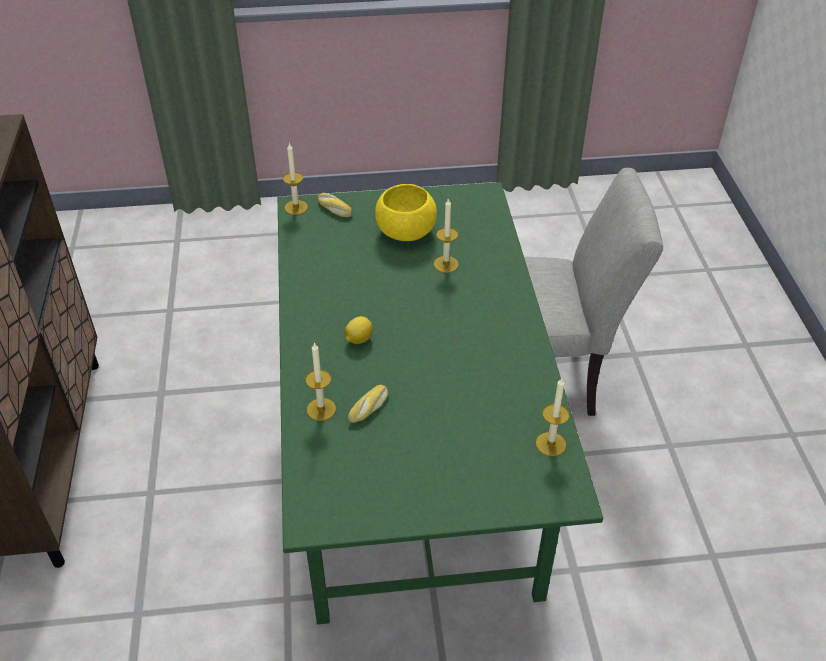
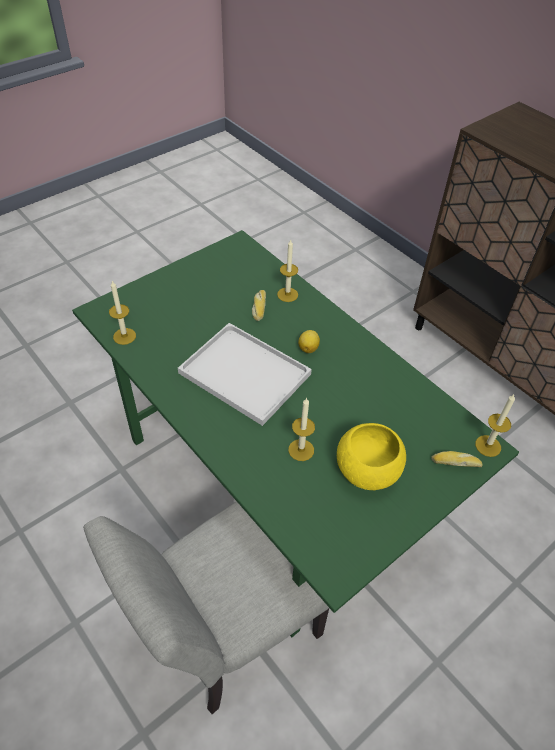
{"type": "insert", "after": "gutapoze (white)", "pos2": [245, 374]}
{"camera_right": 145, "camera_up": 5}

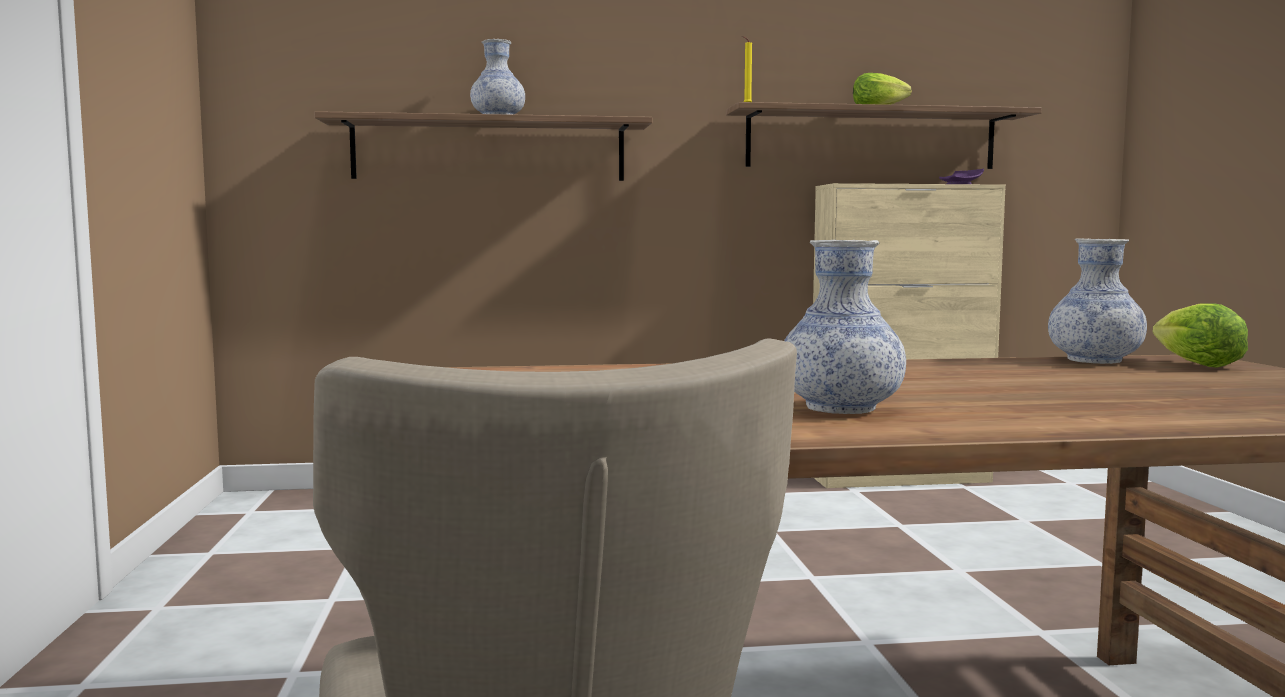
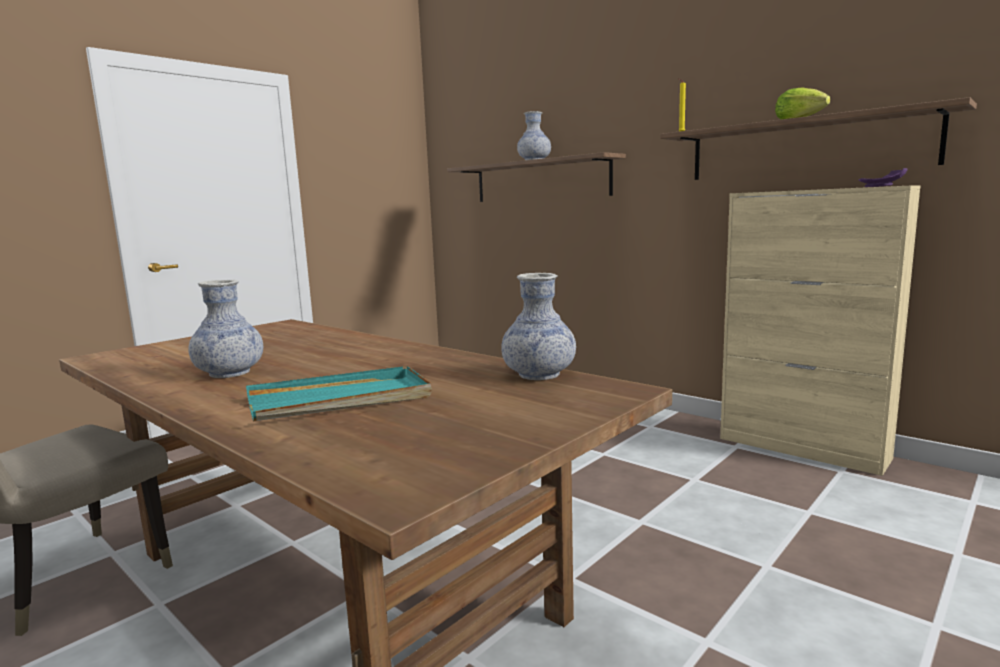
{"type": "delete", "before": "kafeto", "pos1": [1200, 335]}
{"type": "insert", "after": "gutapoze (turquoise)", "pos2": [339, 393]}
{"camera_right": 50, "camera_up": 5}

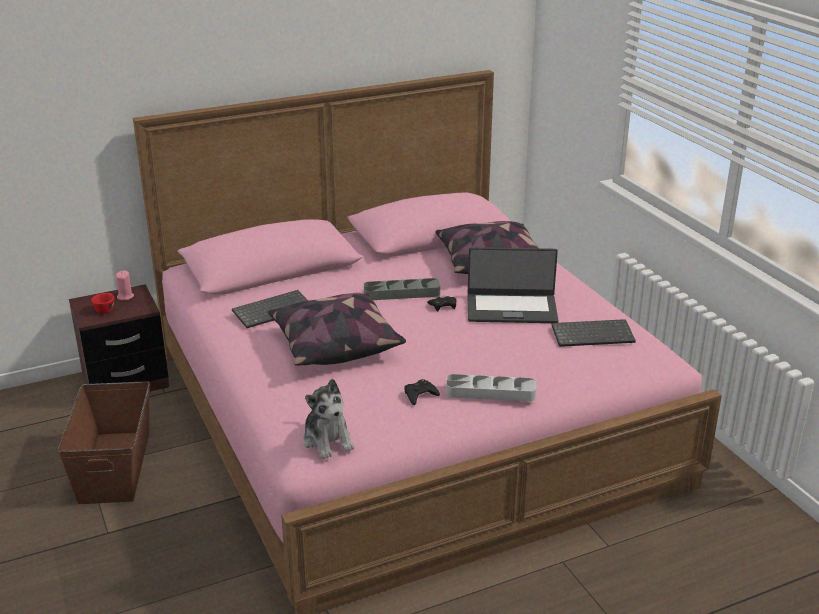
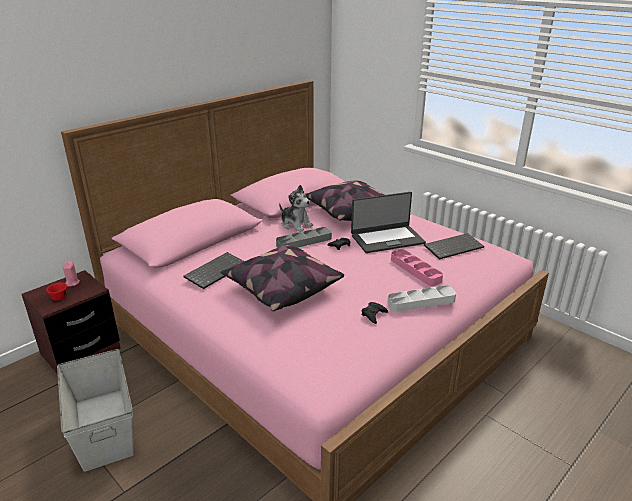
{"type": "move", "before": "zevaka", "pos1": [329, 419], "pos2": [296, 208]}
{"type": "recolor", "before": "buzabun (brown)", "after": "buzabun (grey)", "pos1": [104, 442], "pos2": [95, 410]}
{"type": "insert", "after": "gutapoze (pink)", "pos2": [417, 267]}
{"camera_right": -20, "camera_up": 0}

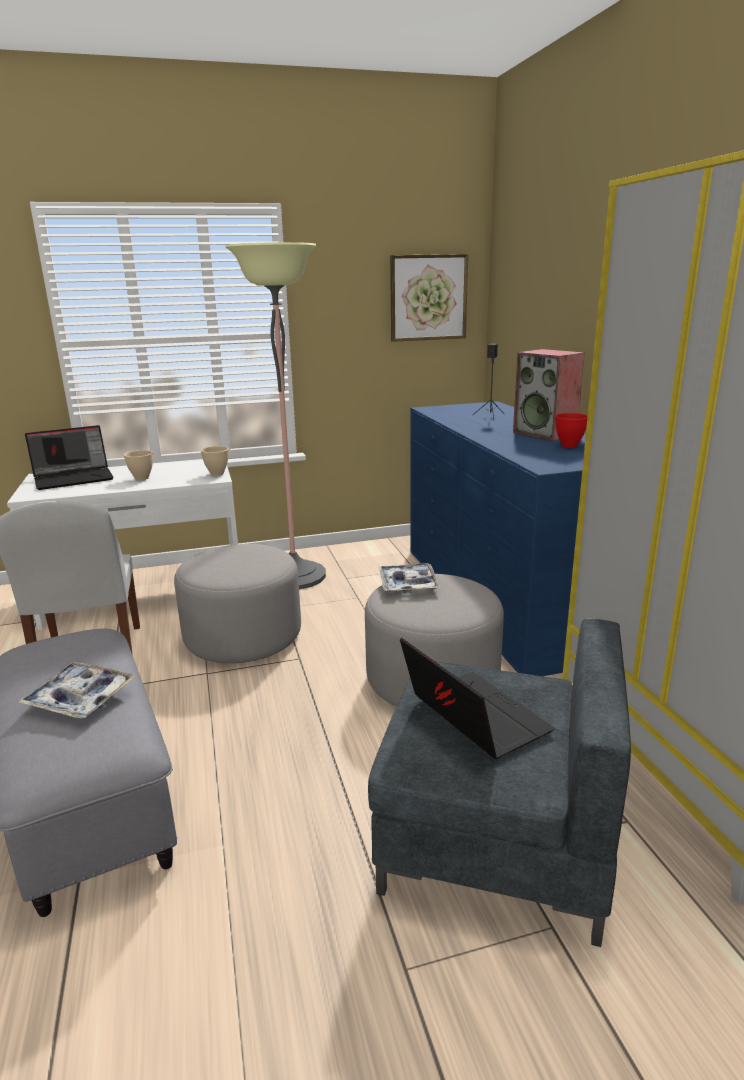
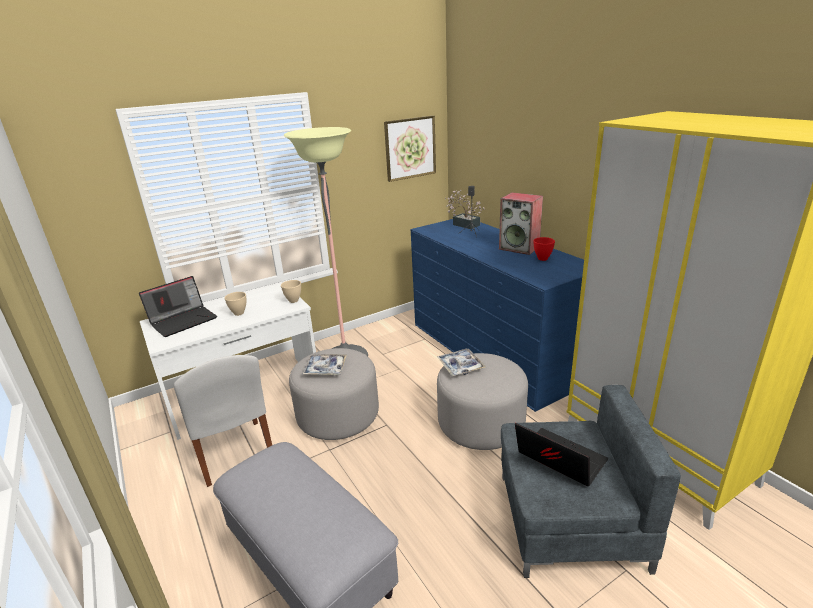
{"type": "move", "before": "gutapoze", "pos1": [77, 690], "pos2": [324, 364]}
{"type": "insert", "after": "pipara", "pos2": [465, 209]}
{"camera_right": -15, "camera_up": 5}

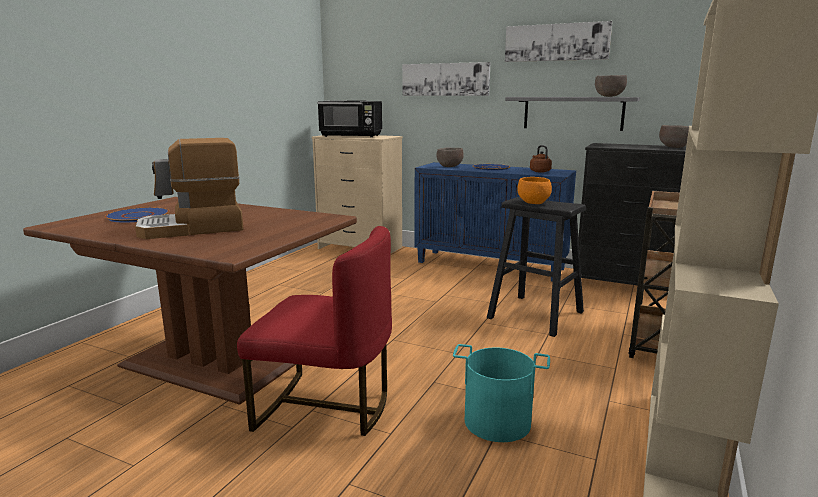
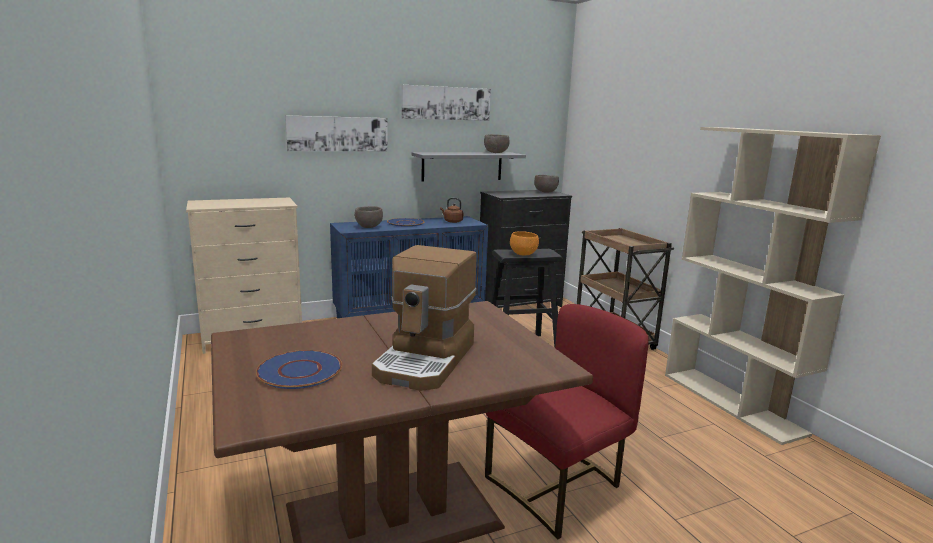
{"type": "delete", "before": "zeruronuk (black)", "pos1": [349, 119]}
{"type": "delete", "before": "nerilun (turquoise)", "pos1": [501, 393]}
{"camera_right": -50, "camera_up": 0}

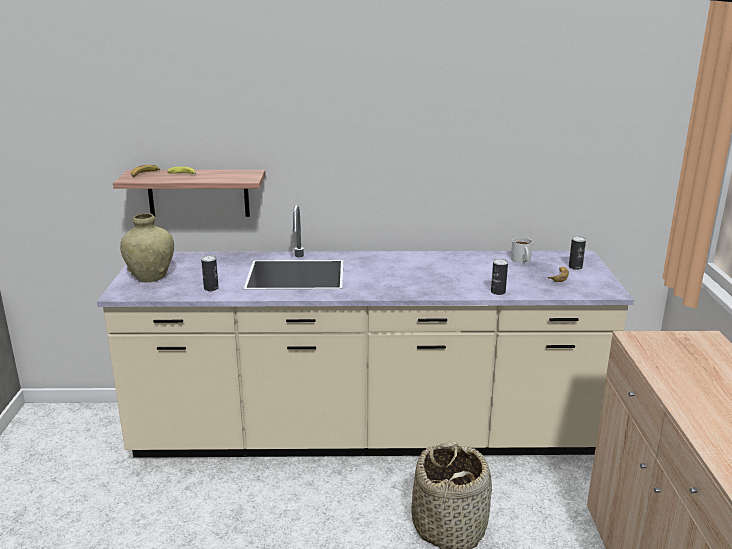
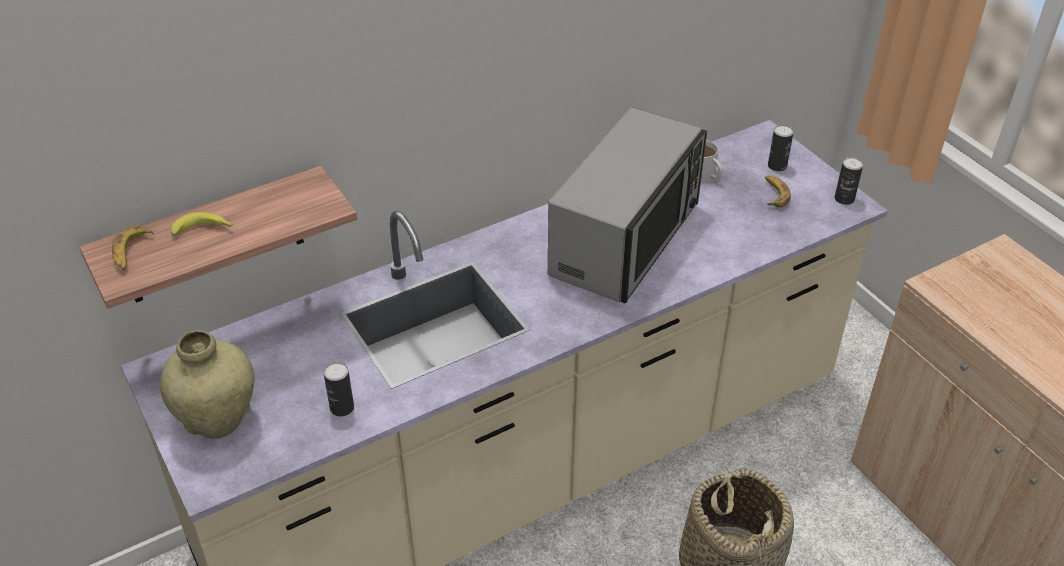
{"type": "move", "before": "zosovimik", "pos1": [499, 277], "pos2": [849, 181]}
{"type": "insert", "after": "zeruronuk", "pos2": [627, 205]}
{"camera_right": -30, "camera_up": 20}

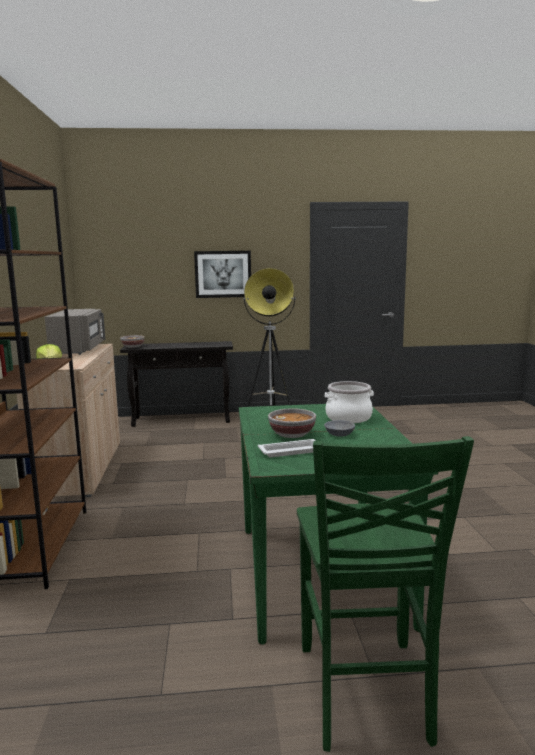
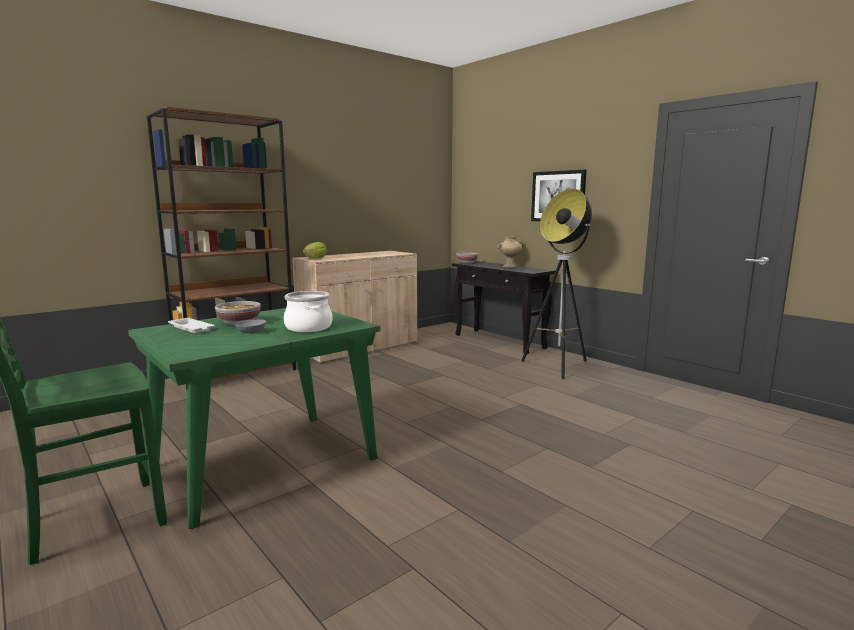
{"type": "delete", "before": "zeruronuk (grey)", "pos1": [75, 332]}
{"type": "insert", "after": "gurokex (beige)", "pos2": [510, 251]}
{"camera_right": 55, "camera_up": 0}

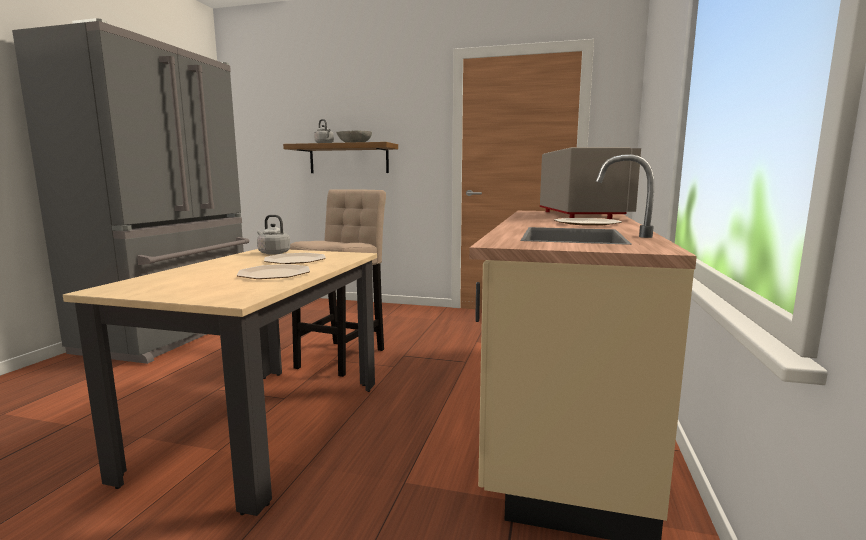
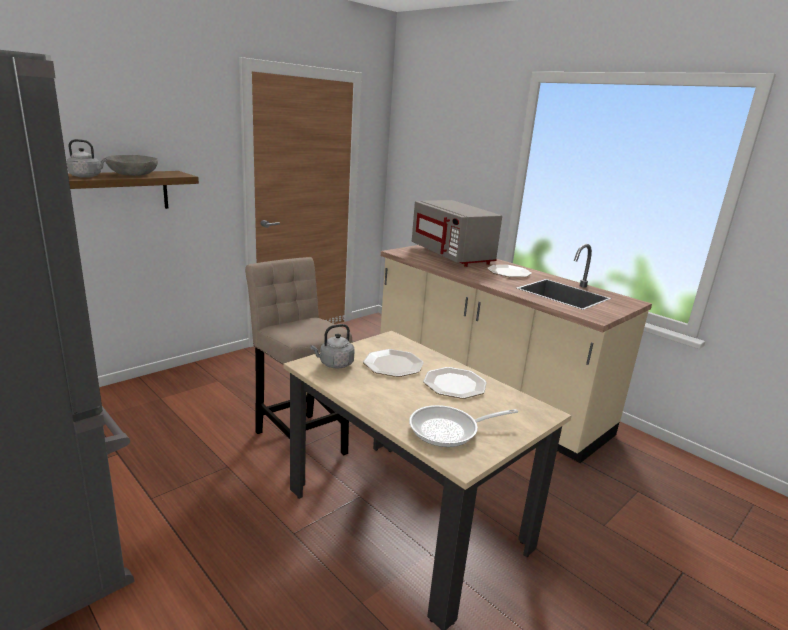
{"type": "rotate", "before": "zeruronuk (grey)", "pos1": [590, 183], "pos2": [457, 233], "turn": -150}
{"type": "insert", "after": "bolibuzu", "pos2": [463, 426]}
{"camera_right": -60, "camera_up": 10}

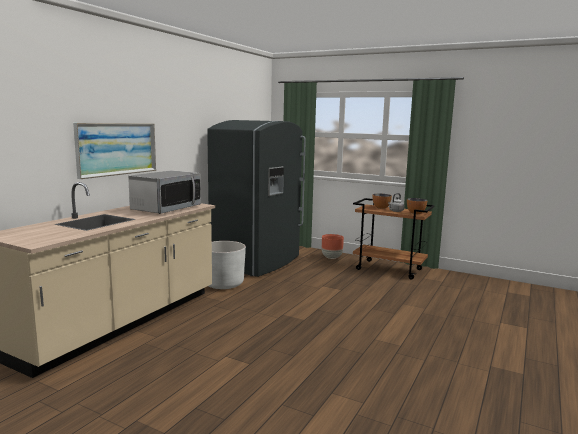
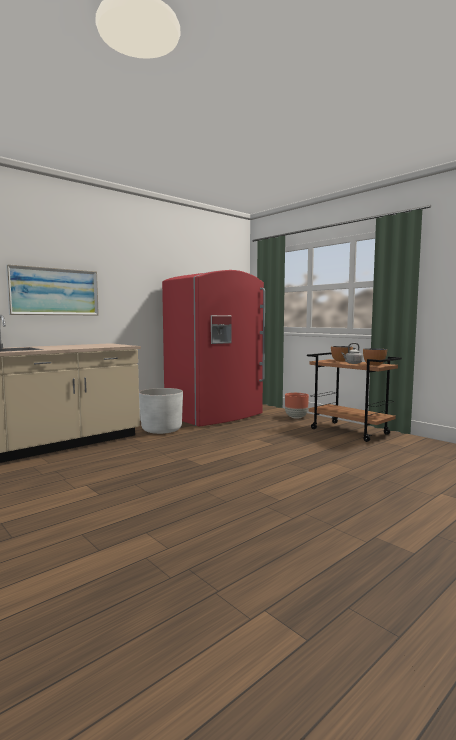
{"type": "recolor", "before": "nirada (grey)", "after": "nirada (red)", "pos1": [256, 198], "pos2": [213, 348]}
{"type": "delete", "before": "zeruronuk", "pos1": [164, 192]}
{"camera_right": 20, "camera_up": -5}

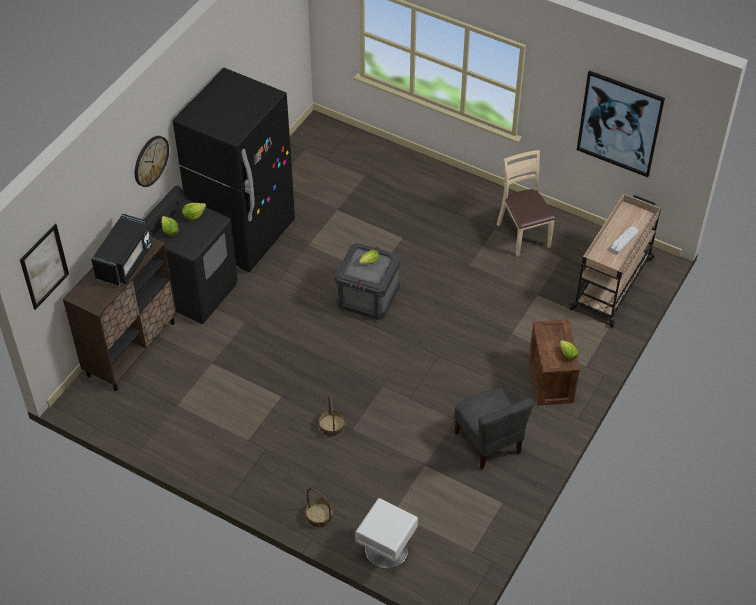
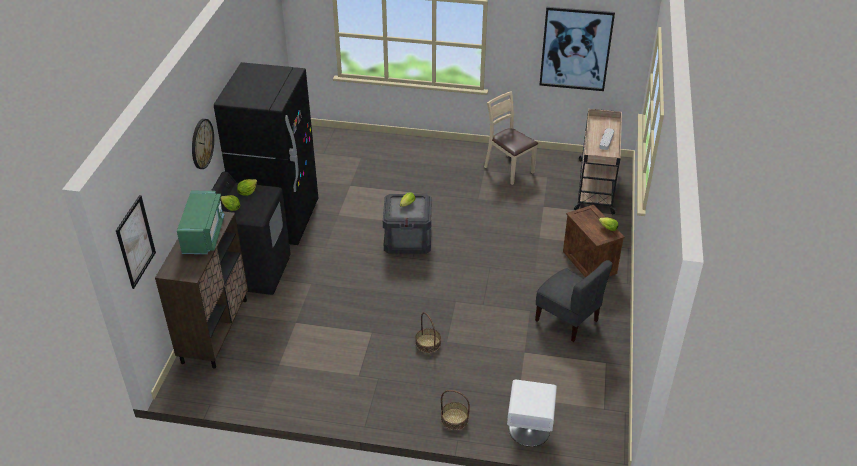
{"type": "recolor", "before": "zeruronuk (black)", "after": "zeruronuk (green)", "pos1": [121, 250], "pos2": [201, 222]}
{"camera_right": -20, "camera_up": -10}

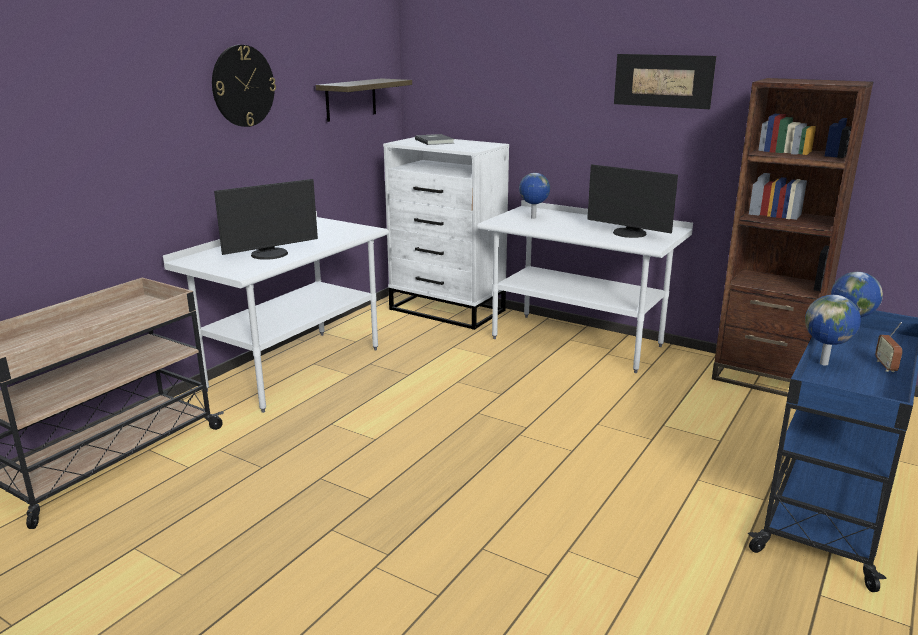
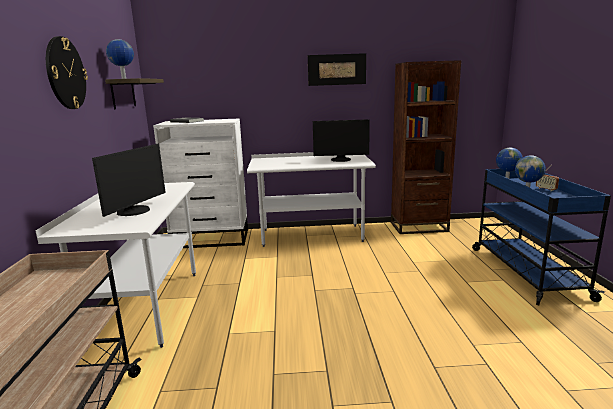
{"type": "move", "before": "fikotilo", "pos1": [534, 196], "pos2": [120, 59]}
{"camera_right": -35, "camera_up": -5}

